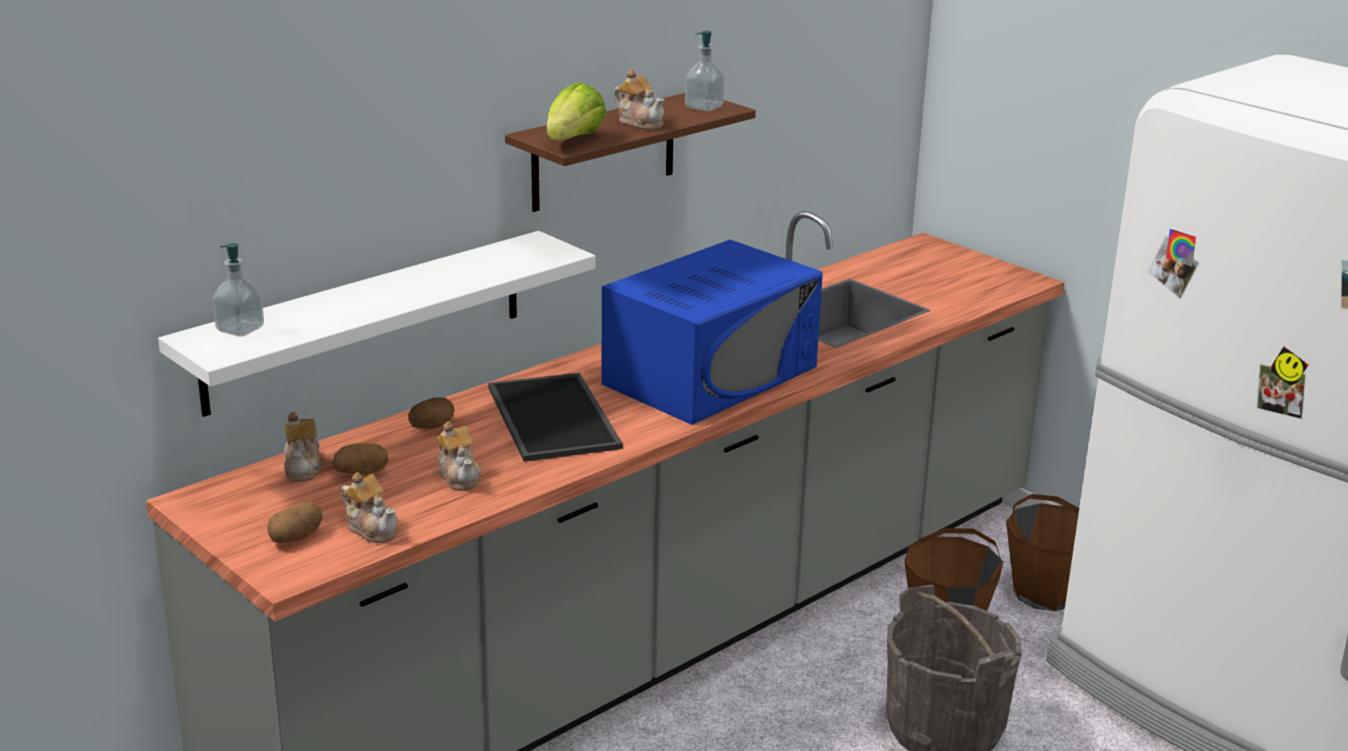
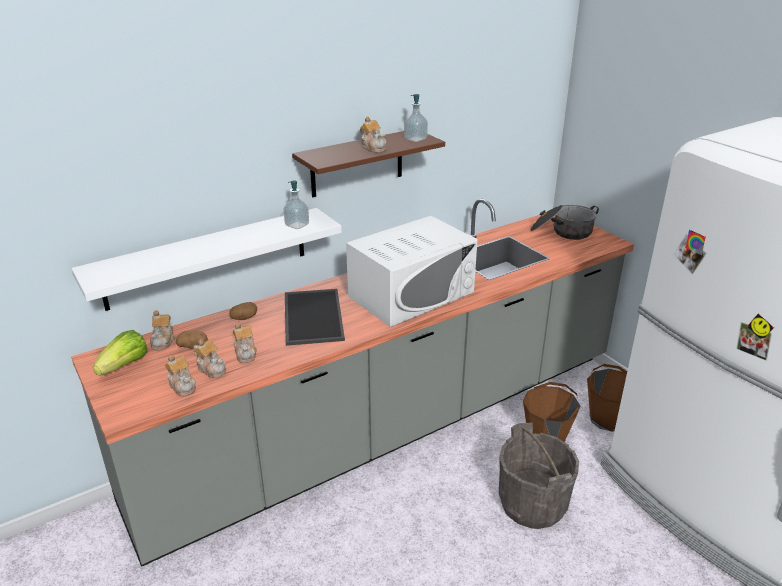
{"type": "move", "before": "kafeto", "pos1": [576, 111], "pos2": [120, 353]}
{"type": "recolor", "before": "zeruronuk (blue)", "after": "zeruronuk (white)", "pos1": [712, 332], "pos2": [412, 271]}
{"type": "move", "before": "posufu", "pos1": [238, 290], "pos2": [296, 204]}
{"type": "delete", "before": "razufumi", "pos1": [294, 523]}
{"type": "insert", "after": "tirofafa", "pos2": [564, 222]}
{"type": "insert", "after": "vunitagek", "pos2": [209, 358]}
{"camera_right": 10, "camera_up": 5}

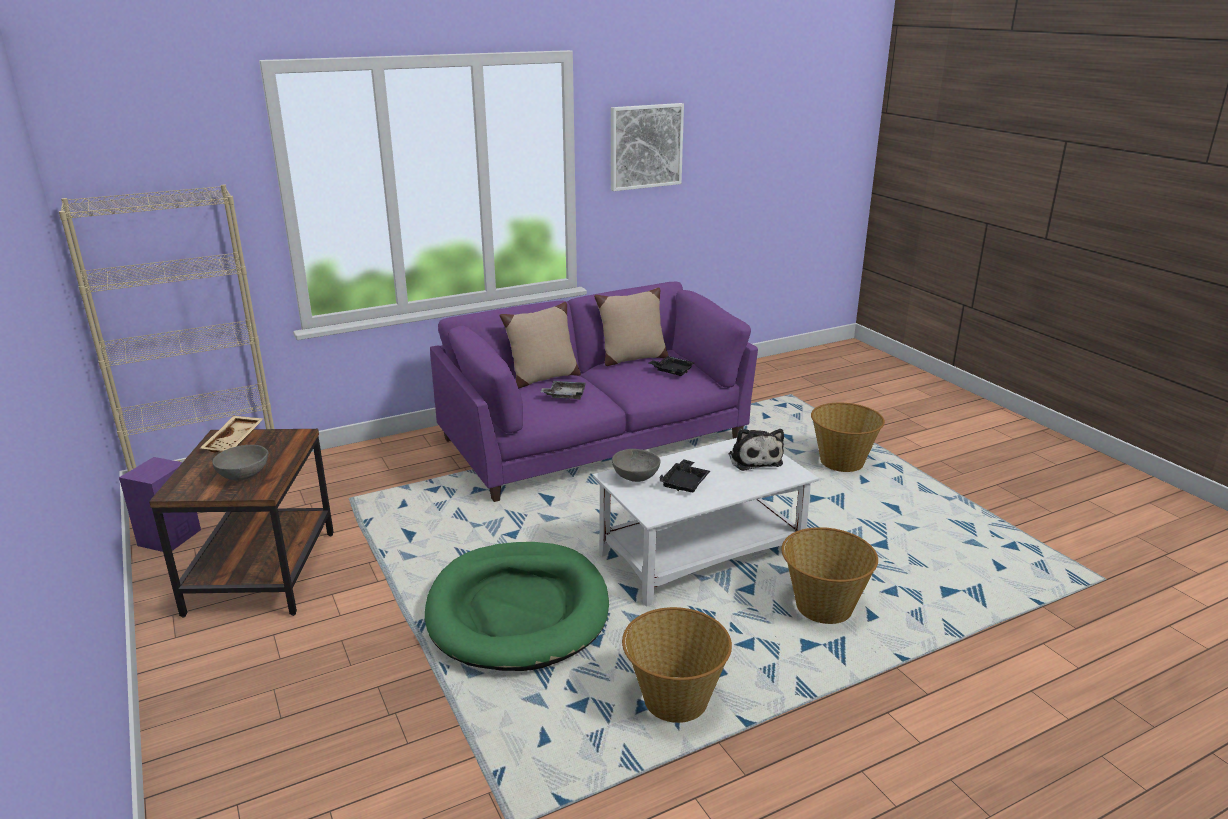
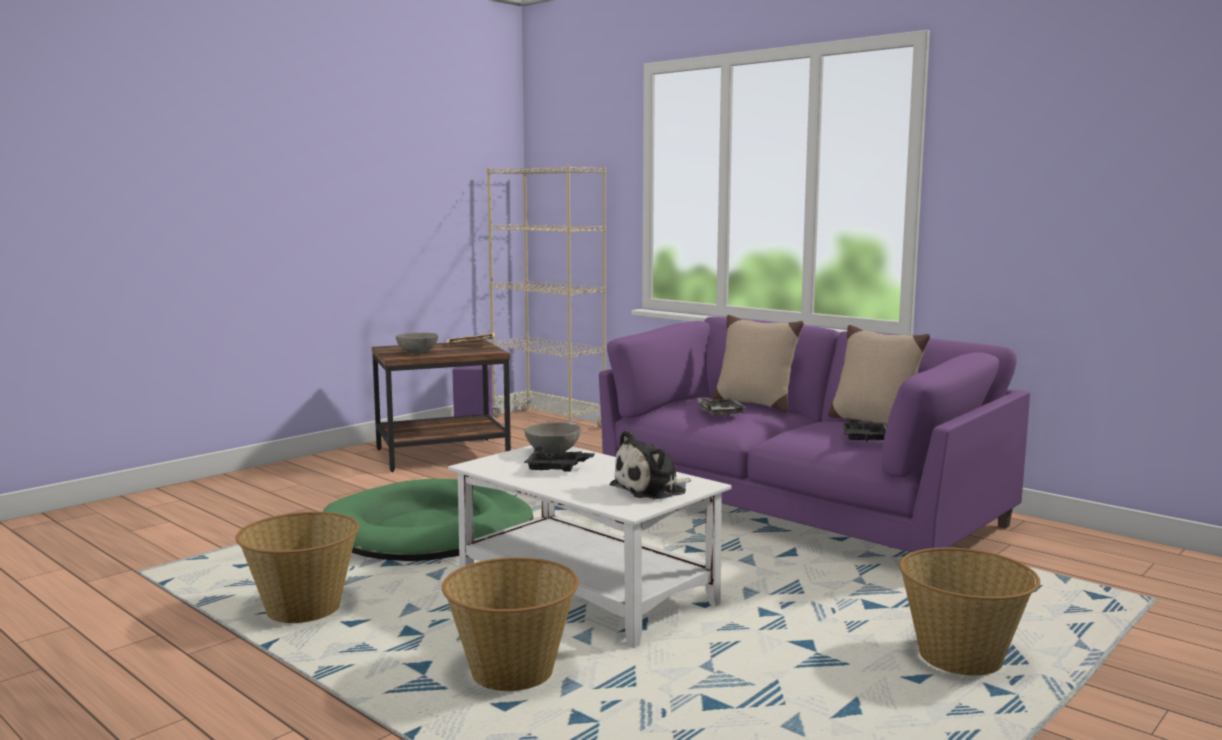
{"type": "delete", "before": "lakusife", "pos1": [647, 147]}
{"camera_right": 70, "camera_up": -15}

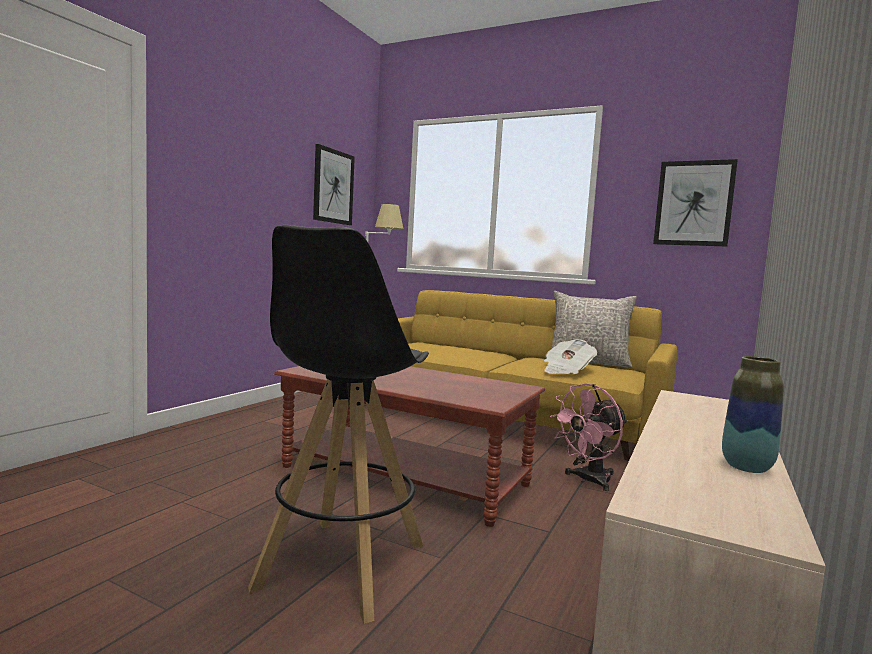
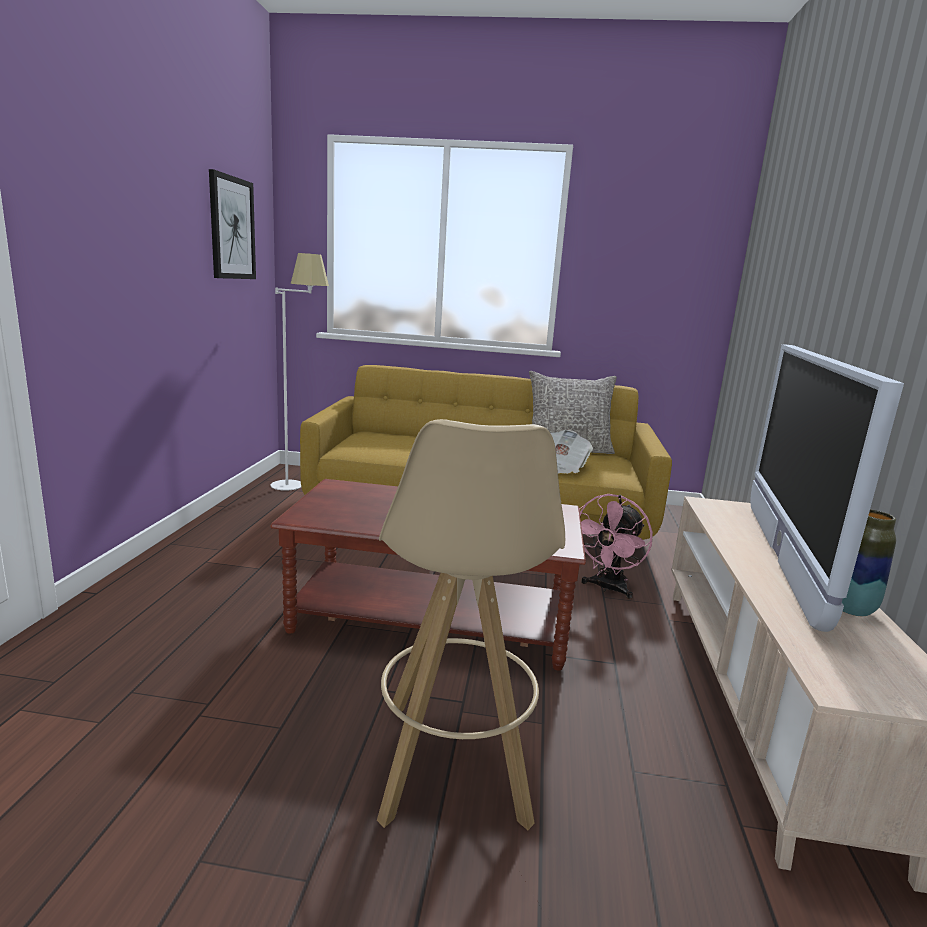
{"type": "delete", "before": "lakusife", "pos1": [695, 203]}
{"type": "recolor", "before": "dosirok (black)", "after": "dosirok (beige)", "pos1": [338, 424], "pos2": [471, 624]}
{"type": "insert", "after": "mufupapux", "pos2": [827, 488]}
{"camera_right": -20, "camera_up": 10}

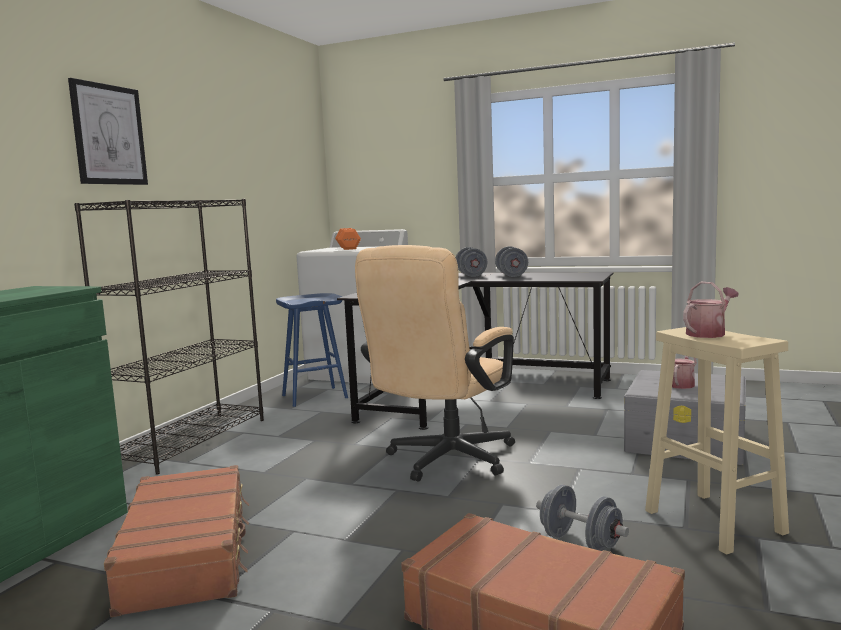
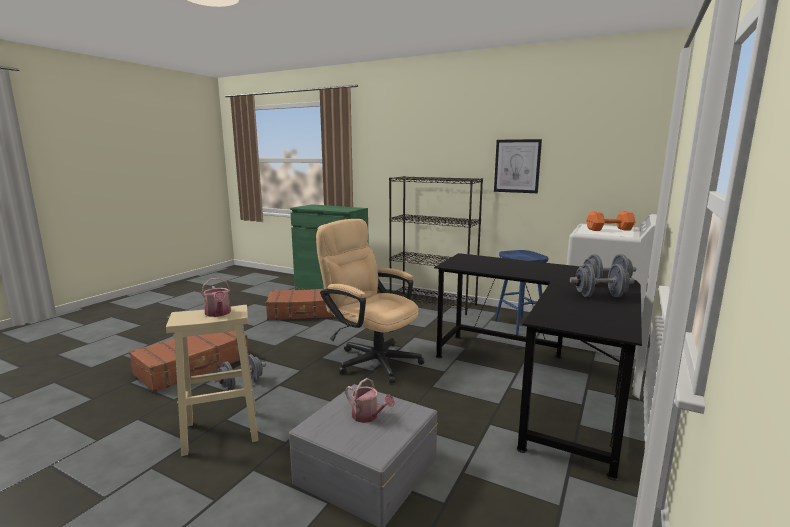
{"type": "move", "before": "lakusife", "pos1": [108, 131], "pos2": [518, 166]}
{"camera_right": 95, "camera_up": 5}

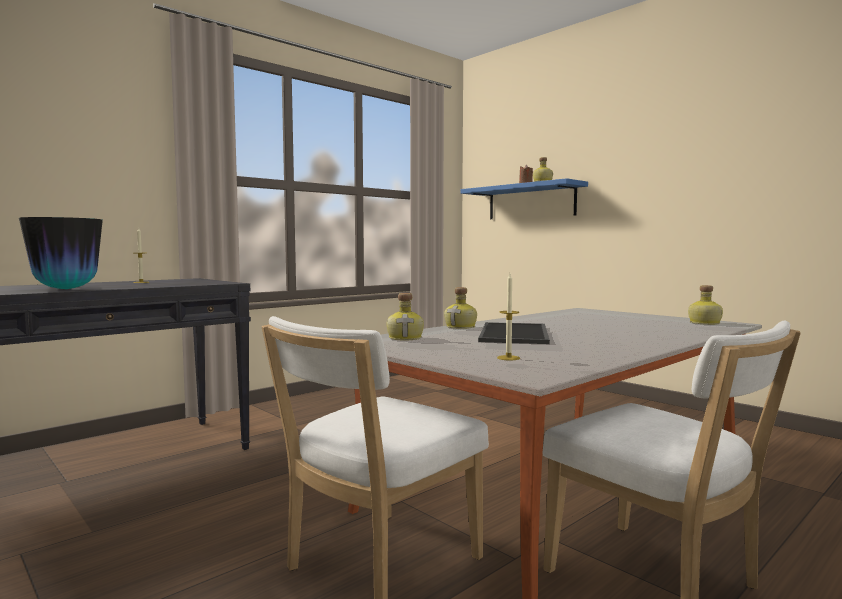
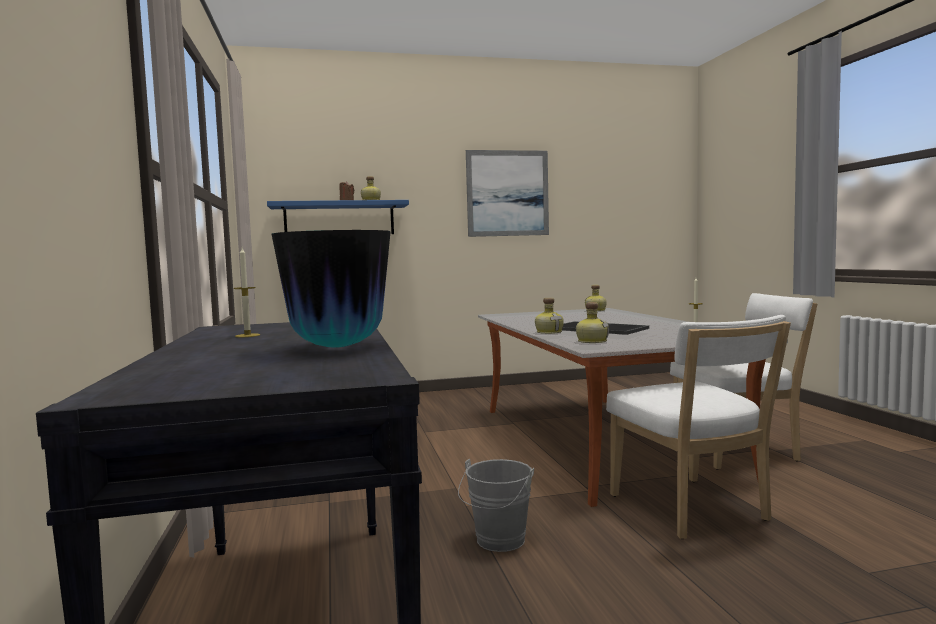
{"type": "insert", "after": "lakusife", "pos2": [507, 193]}
{"type": "insert", "after": "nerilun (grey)", "pos2": [496, 505]}
{"camera_right": -60, "camera_up": 0}

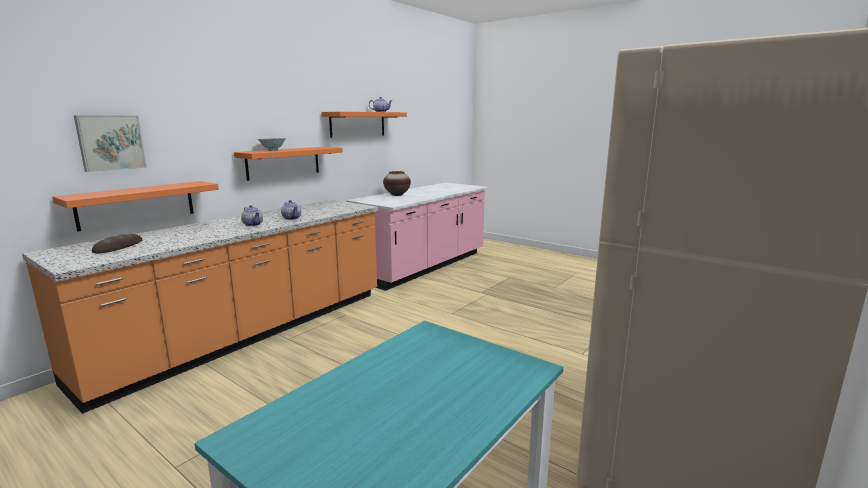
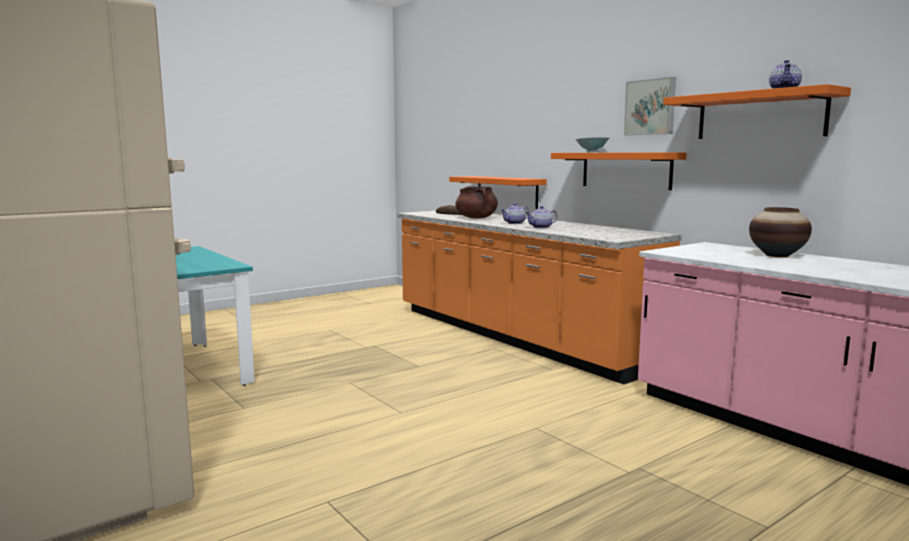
{"type": "move", "before": "lakusife", "pos1": [110, 143], "pos2": [650, 106]}
{"type": "insert", "after": "tirofafa (brown)", "pos2": [476, 202]}
{"camera_right": 105, "camera_up": -5}

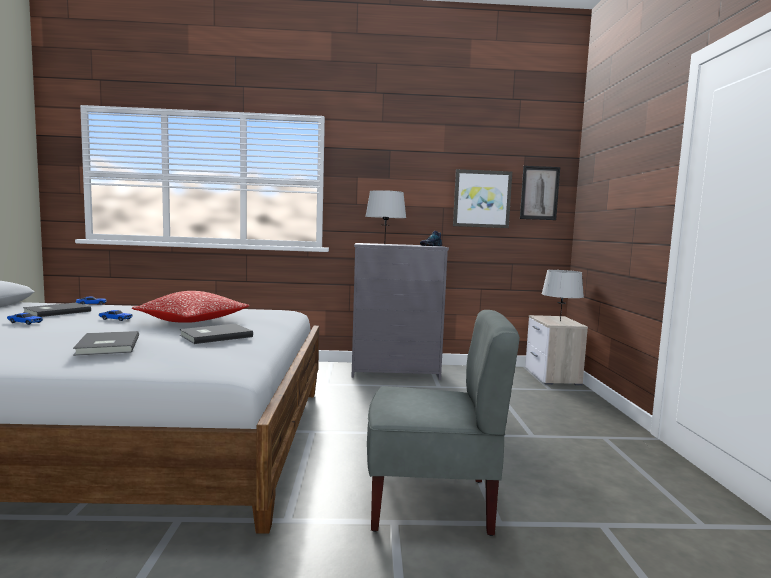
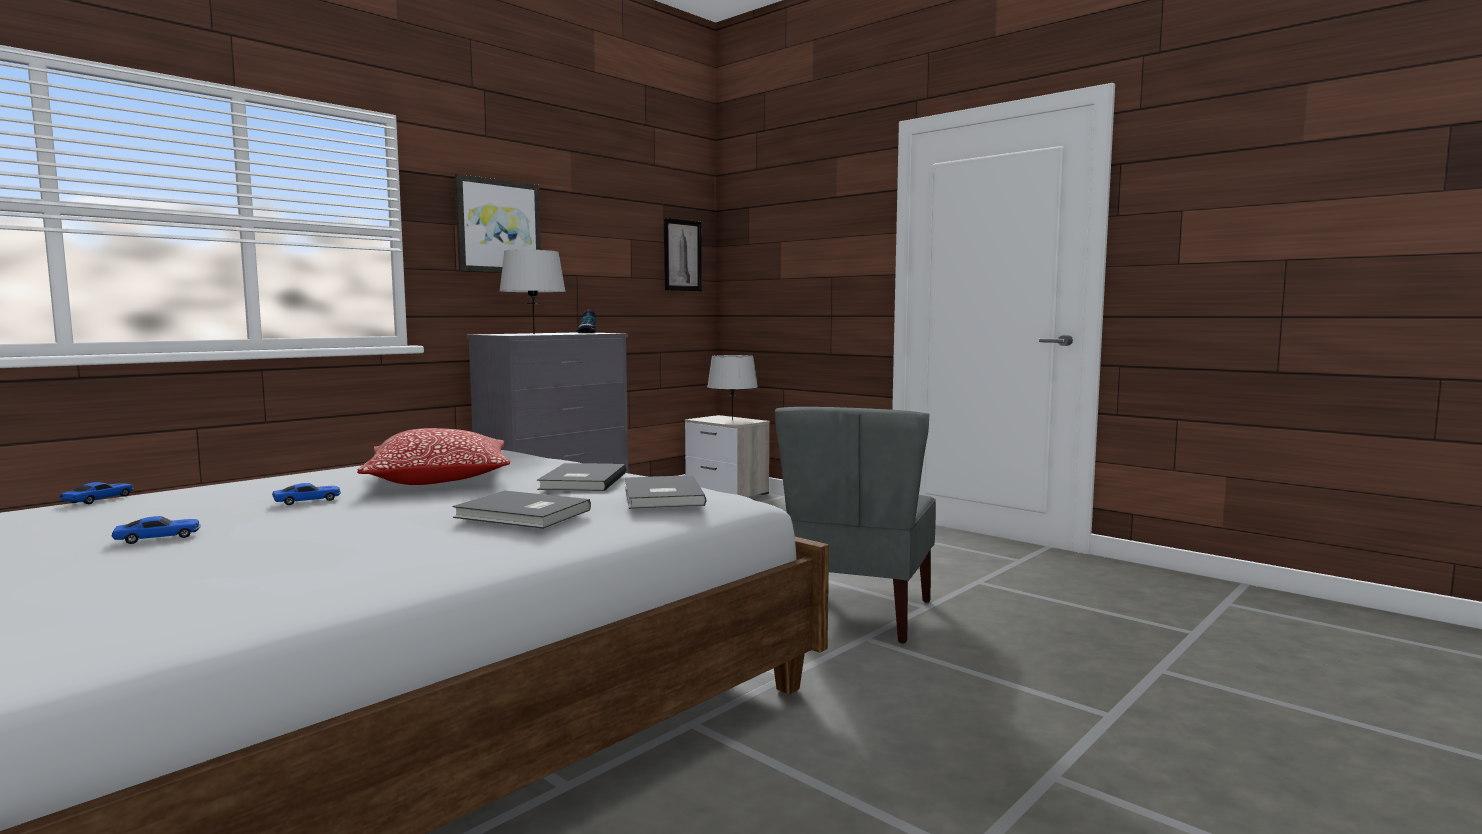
{"type": "move", "before": "lakusife", "pos1": [482, 198], "pos2": [498, 223]}
{"type": "move", "before": "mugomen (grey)", "pos1": [57, 310], "pos2": [665, 492]}
{"type": "rotate", "before": "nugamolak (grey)", "pos1": [443, 423], "pos2": [855, 525], "turn": 150}
{"camera_right": -45, "camera_up": 0}

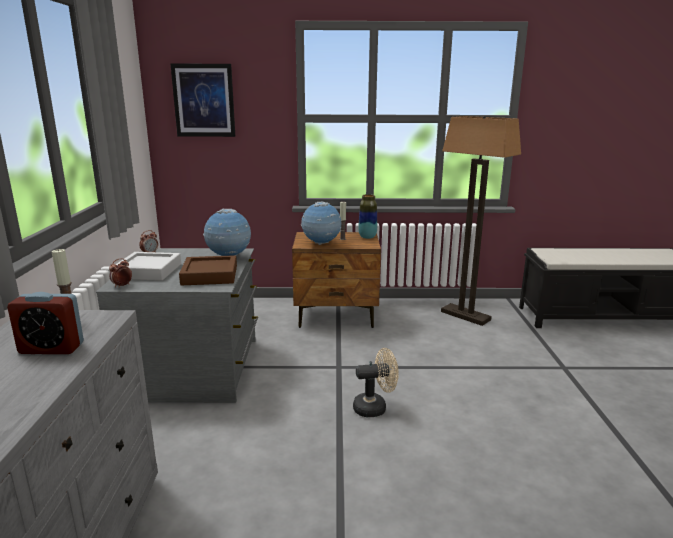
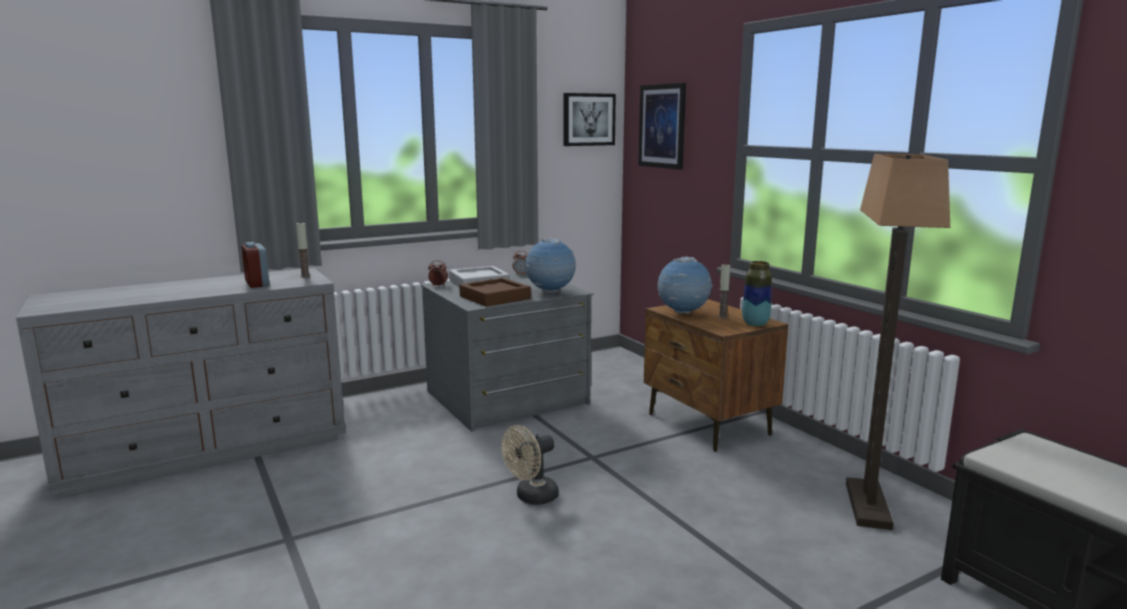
{"type": "rotate", "before": "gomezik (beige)", "pos1": [376, 382], "pos2": [530, 465], "turn": 90}
{"type": "insert", "after": "lakusife", "pos2": [590, 119]}
{"camera_right": 60, "camera_up": -5}

